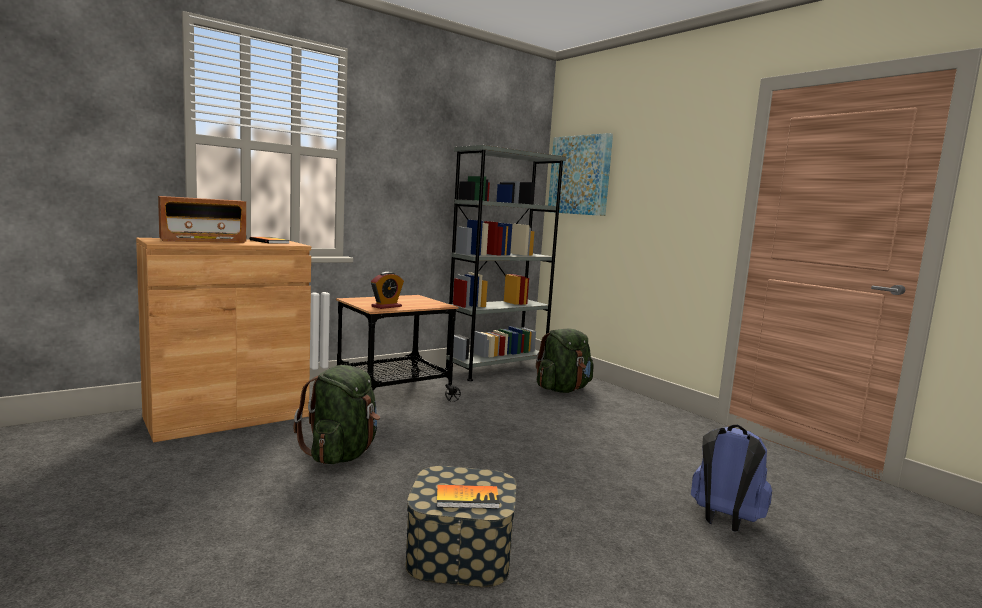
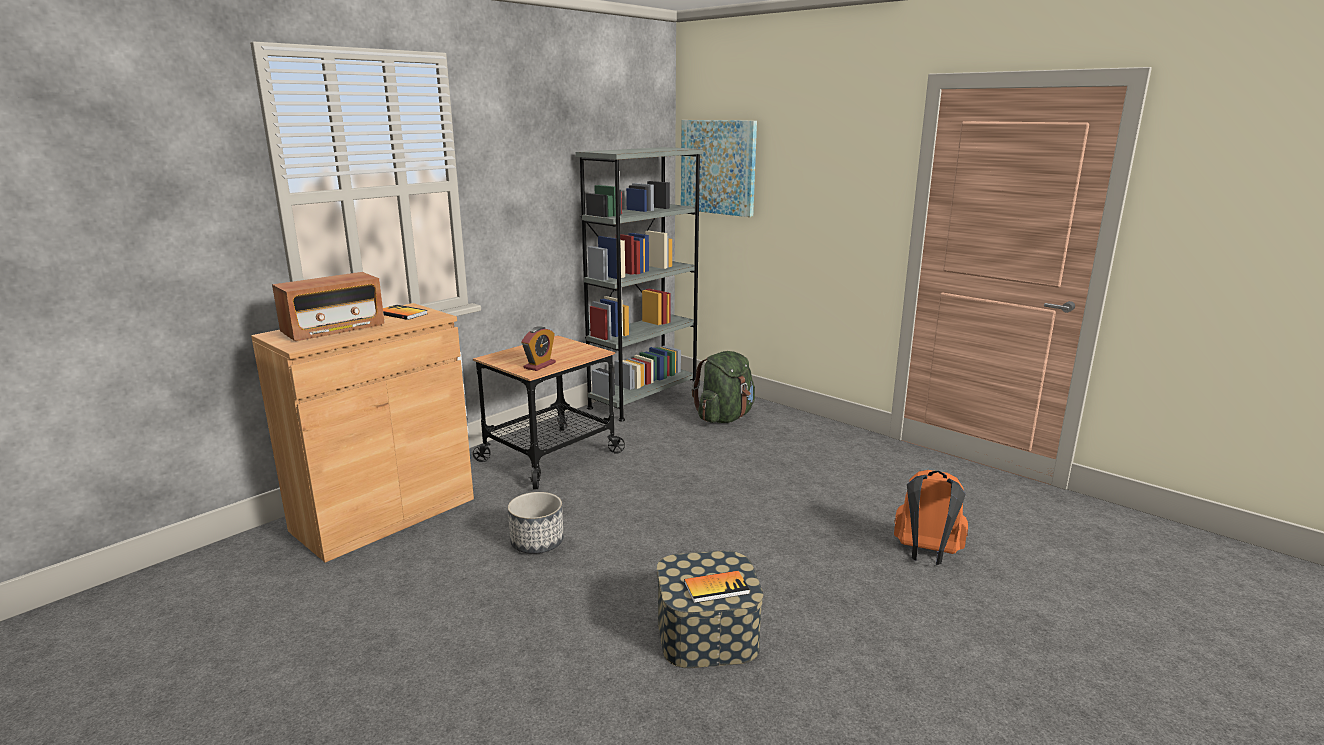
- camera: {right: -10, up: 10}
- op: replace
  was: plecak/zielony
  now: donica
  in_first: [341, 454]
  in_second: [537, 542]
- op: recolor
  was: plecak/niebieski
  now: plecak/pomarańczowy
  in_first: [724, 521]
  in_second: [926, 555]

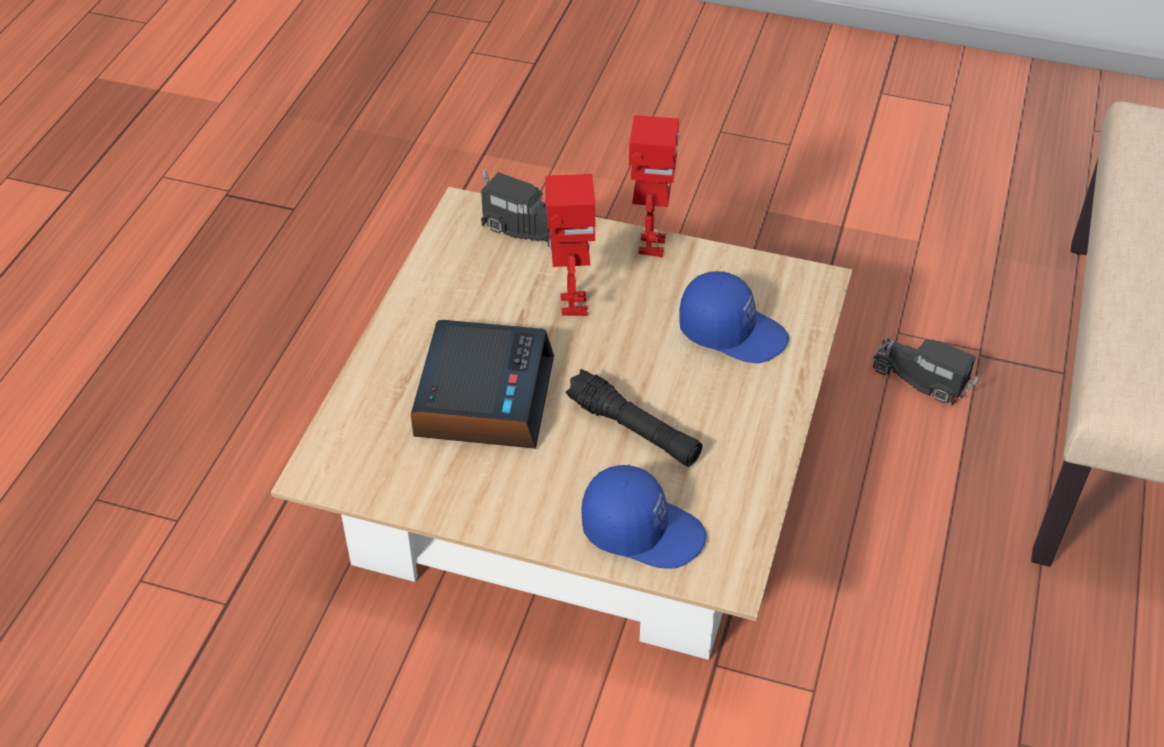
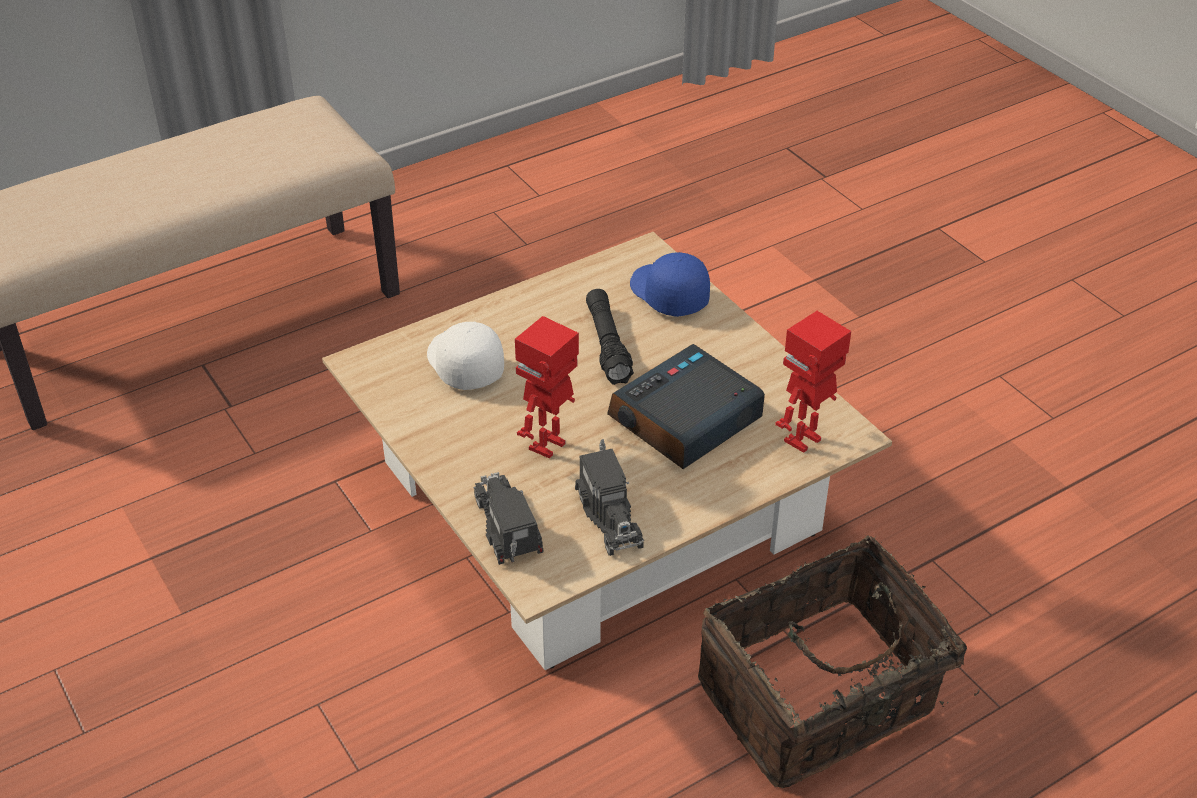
- camera: {right: -140, up: -5}
- op: recolor
  was: czapka z daszkiem/niebieski
  now: czapka z daszkiem/biały
  in_first: [732, 331]
  in_second: [463, 365]
- op: move
  was: ciężarówka zabawkowa
  in_first: [924, 380]
  in_second: [609, 515]
- op: insert
  now: koszyk
  in_second: [820, 701]
- op: move
  was: robot zabawkowy
  in_first: [650, 246]
  in_second: [804, 441]

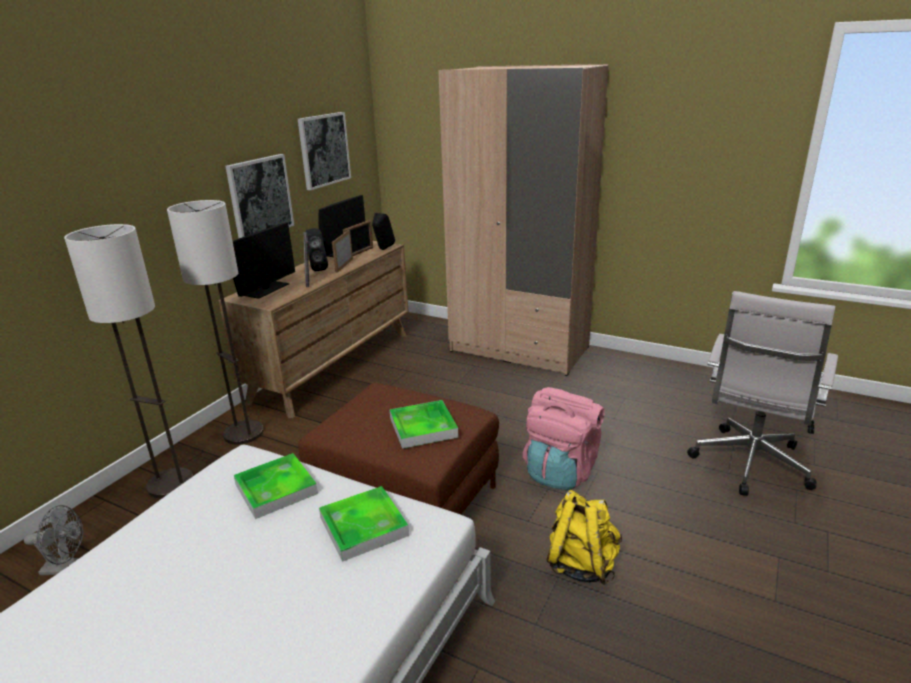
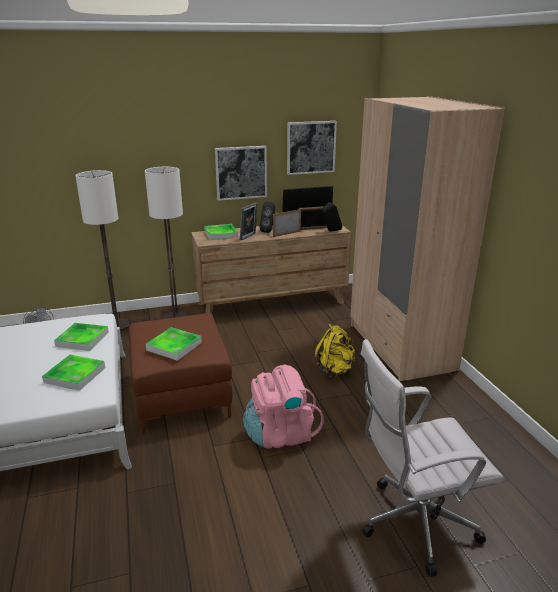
- camera: {right: 45, up: 0}
- op: replace
  was: monitor
  now: taca
  in_first: [266, 289]
  in_second: [221, 234]
- op: move
  was: plecak/żółty
  in_first: [581, 564]
  in_second: [335, 370]

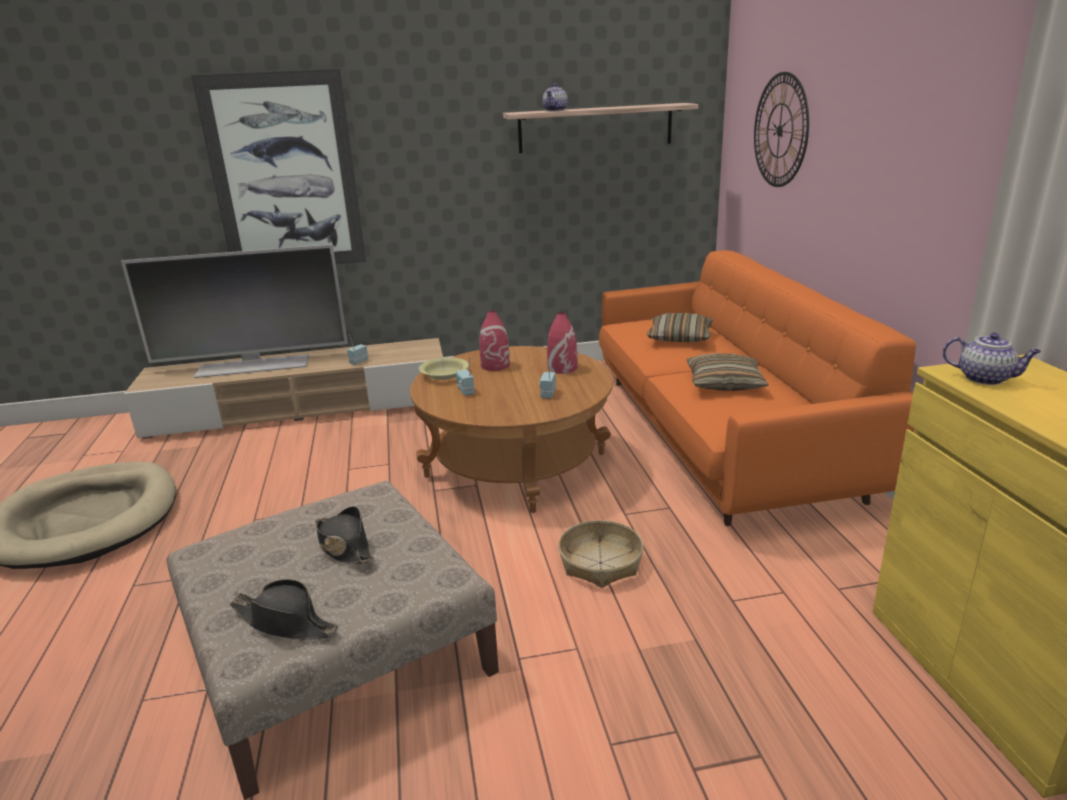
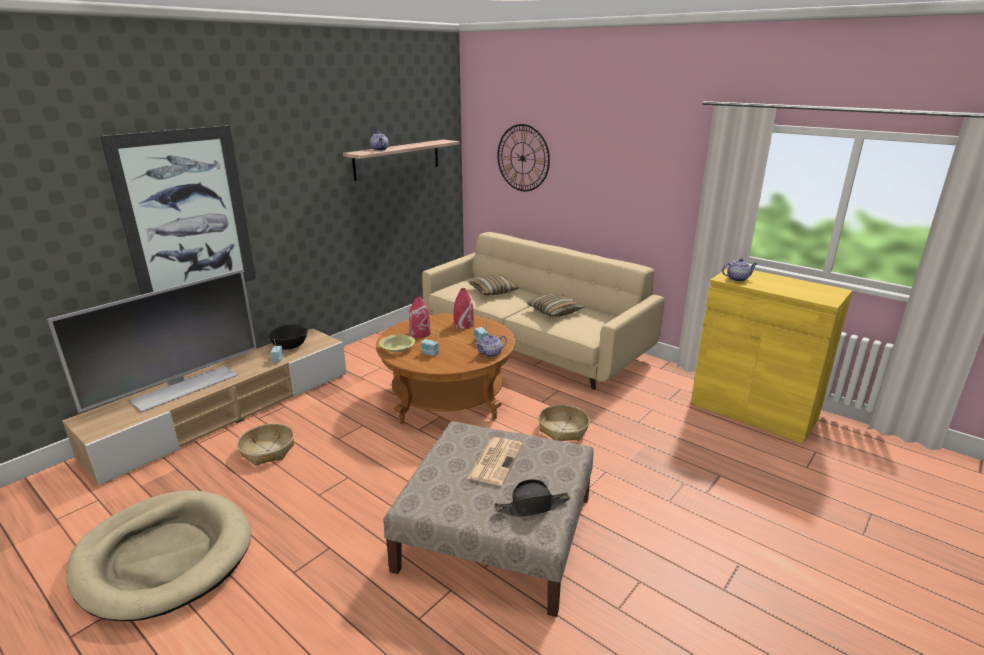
- camera: {right: -40, up: 0}
- op: insert
  now: koszyk
  in_second: [268, 450]
- op: insert
  now: miska/czarny
  in_second: [289, 346]
- op: recolor
  was: kanapa/pomarańczowy
  now: kanapa/beżowy
  in_first: [720, 434]
  in_second: [533, 344]
- op: replace
  was: kapelusz/czarny
  now: gazeta
  in_first: [343, 546]
  in_second: [495, 460]
- op: insert
  now: imbryk
  in_second: [491, 354]

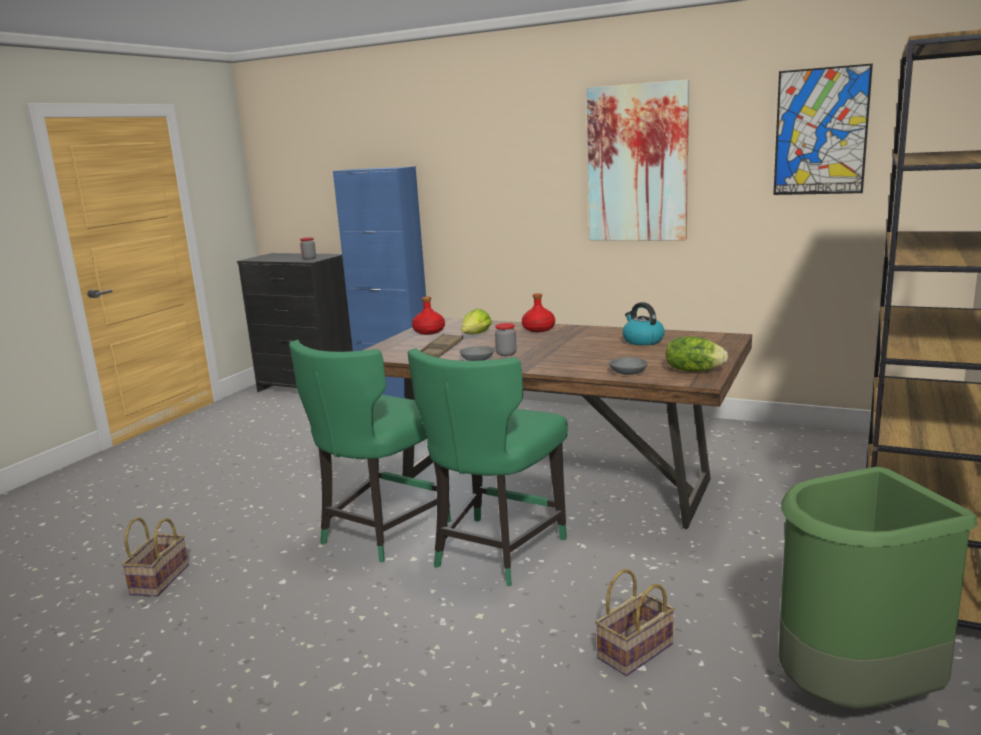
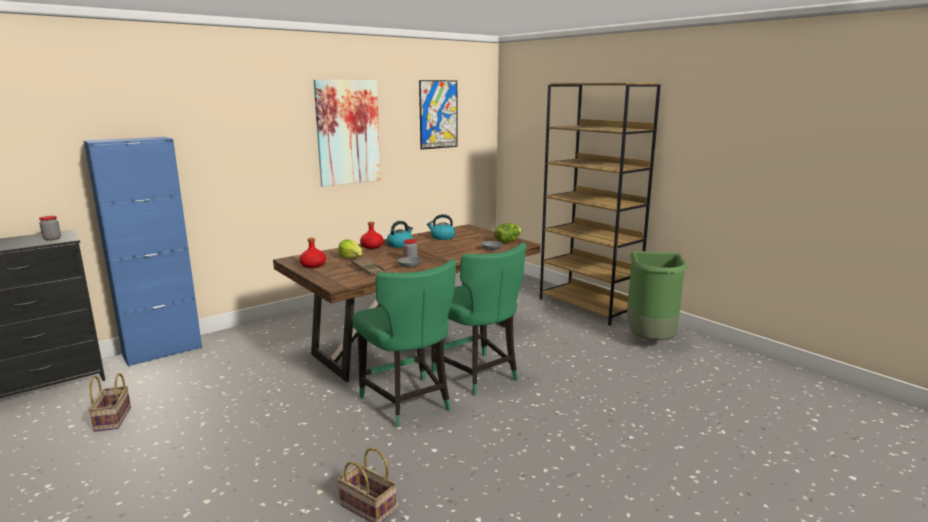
- camera: {right: -65, up: 0}
- op: move
  was: koszyk
  in_first: [635, 653]
  in_second: [113, 419]
- op: insert
  now: czajnik
  in_second: [400, 245]

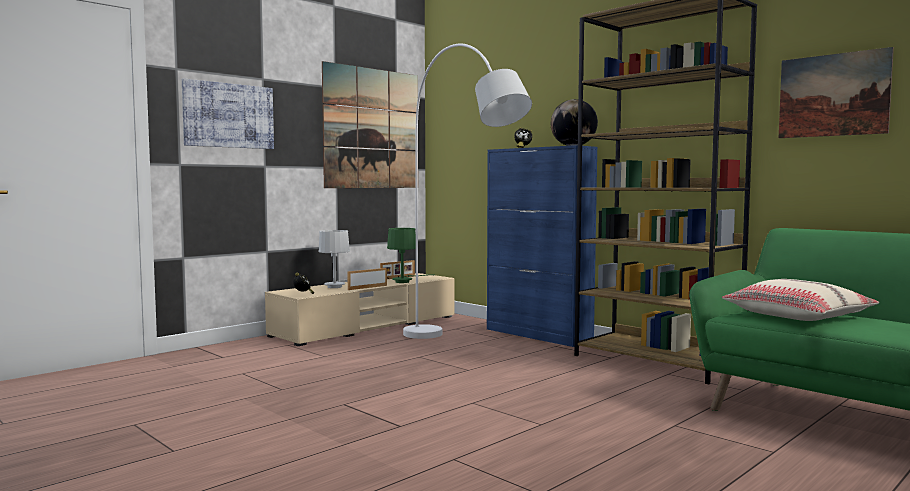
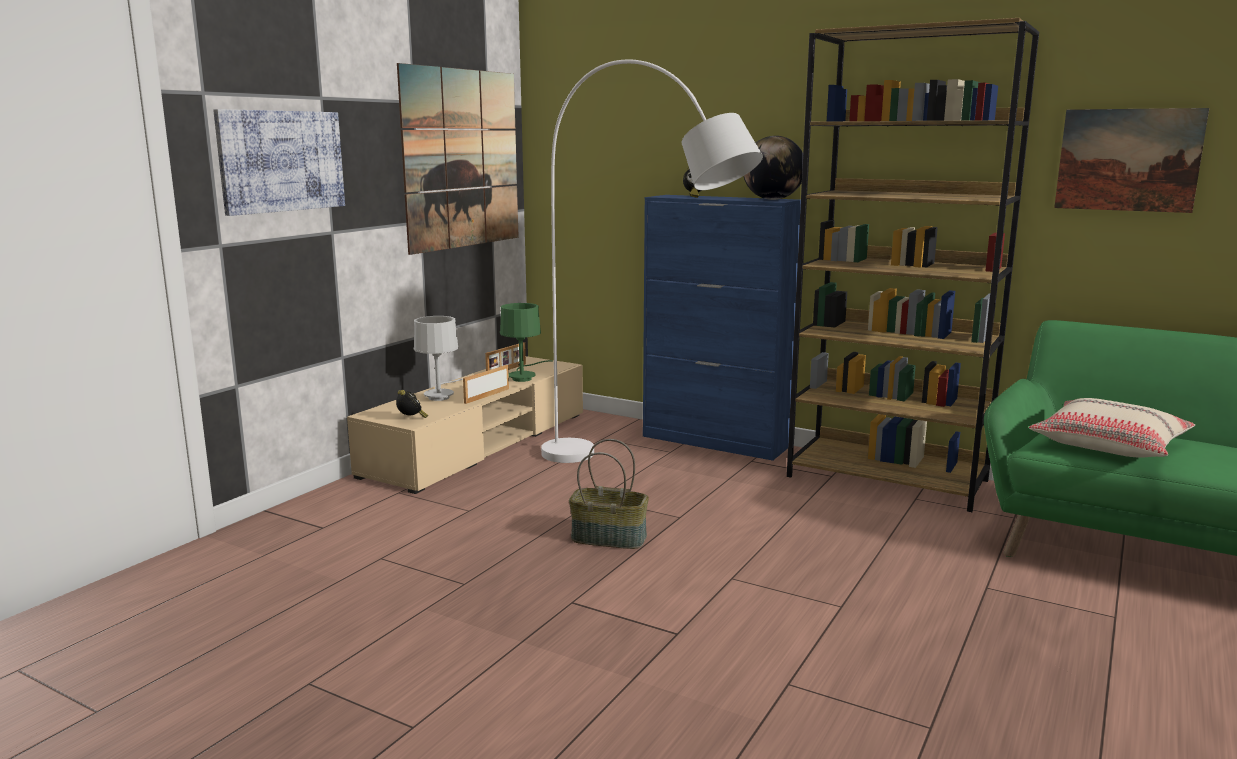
- camera: {right: -15, up: 10}
- op: insert
  now: koszyk
  in_second: [609, 538]

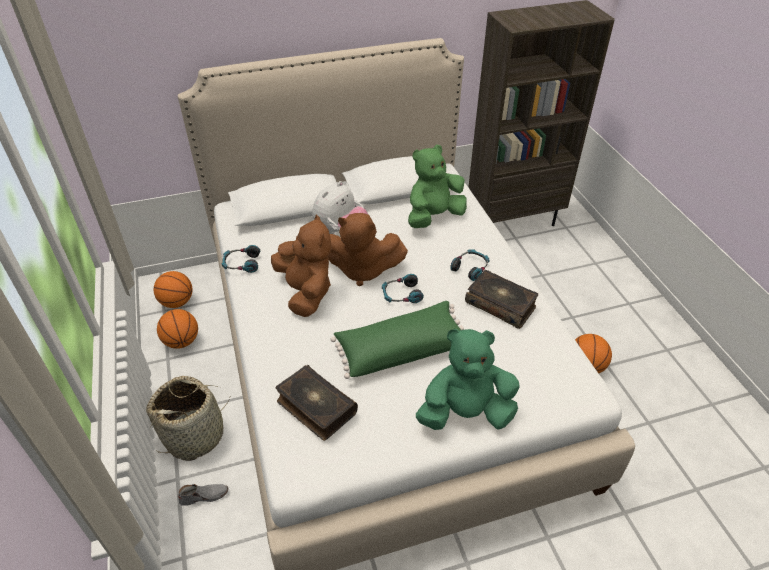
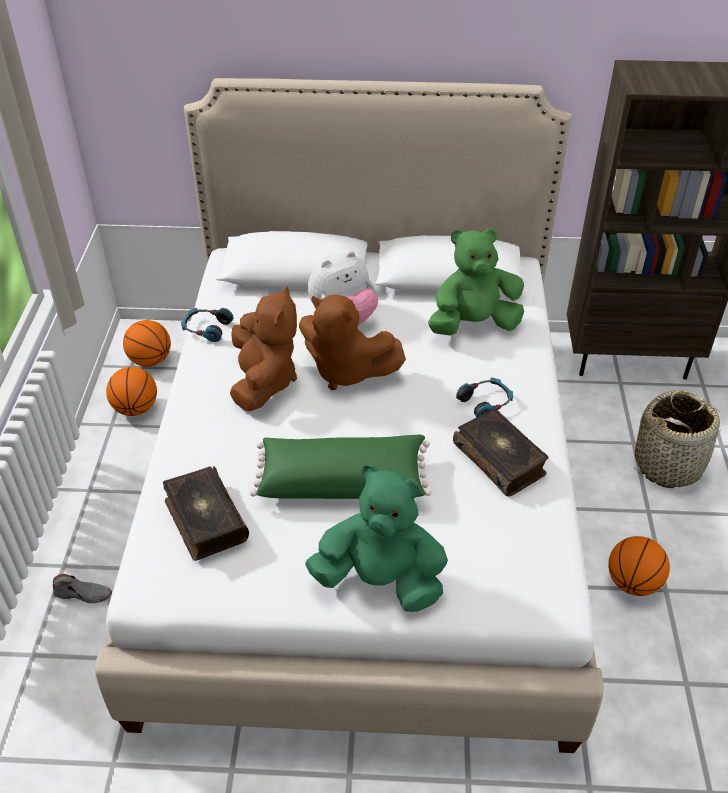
- camera: {right: 20, up: 0}
- op: move
  was: koszyk
  in_first: [195, 435]
  in_second: [668, 464]
- op: delete
  was: słuchawki
  in_first: [401, 295]

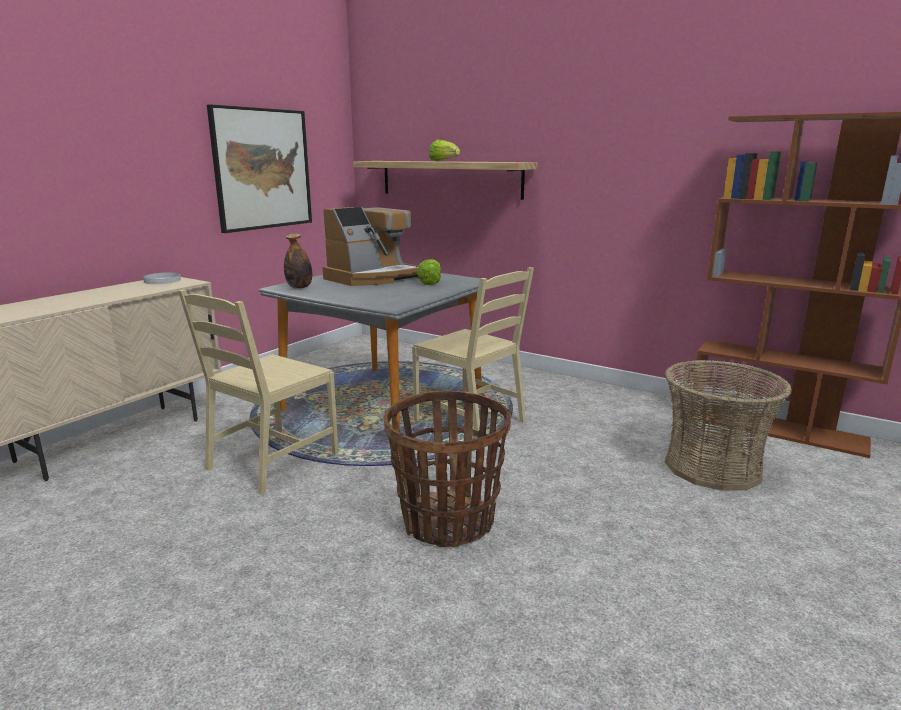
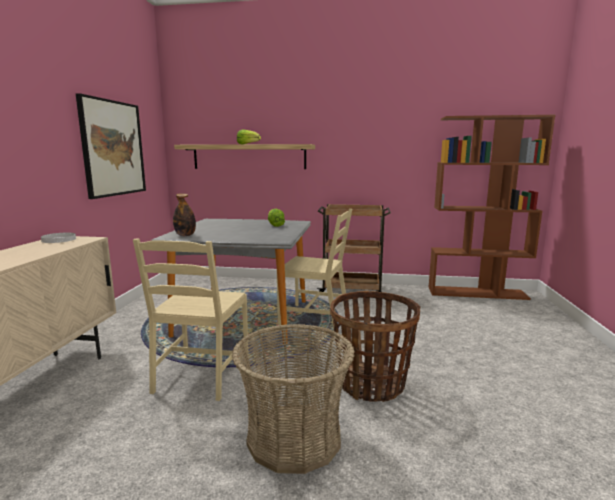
- camera: {right: -25, up: -5}
- op: move
  was: koszyk
  in_first: [713, 467]
  in_second: [294, 438]
- op: insert
  now: wózek/brązowy
  in_second: [352, 289]
- op: delete
  was: ekspres do kawy
  in_first: [373, 278]

